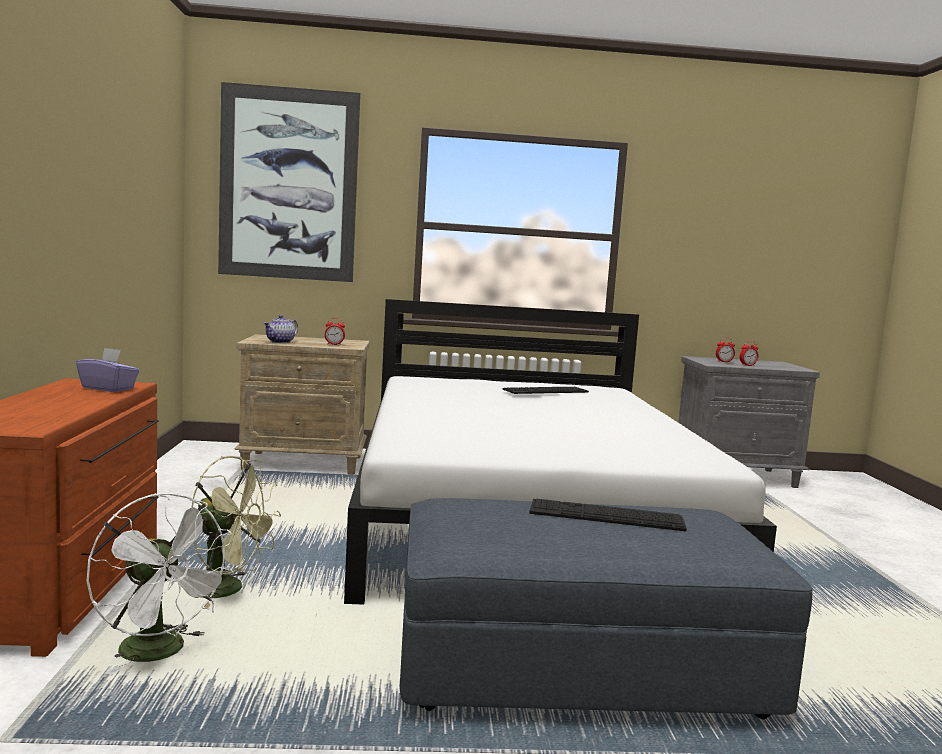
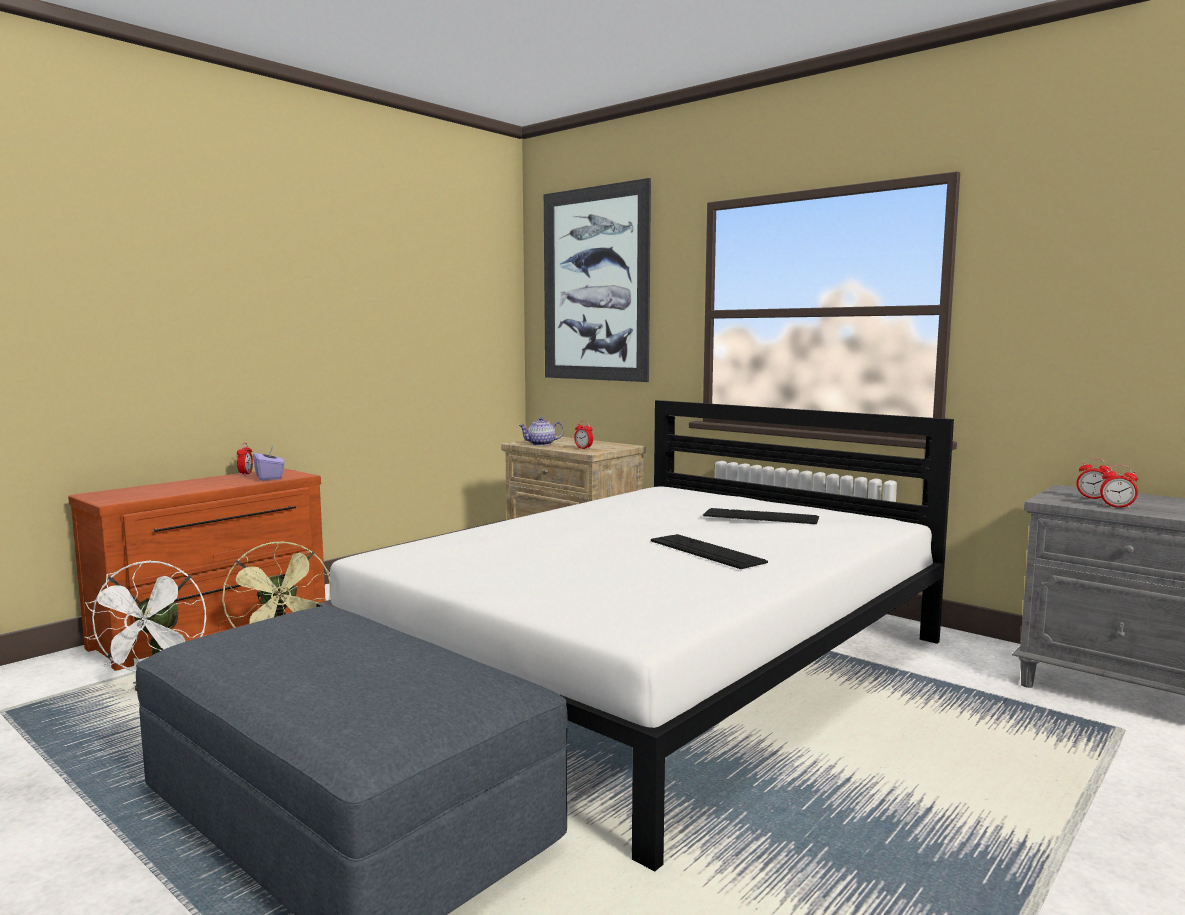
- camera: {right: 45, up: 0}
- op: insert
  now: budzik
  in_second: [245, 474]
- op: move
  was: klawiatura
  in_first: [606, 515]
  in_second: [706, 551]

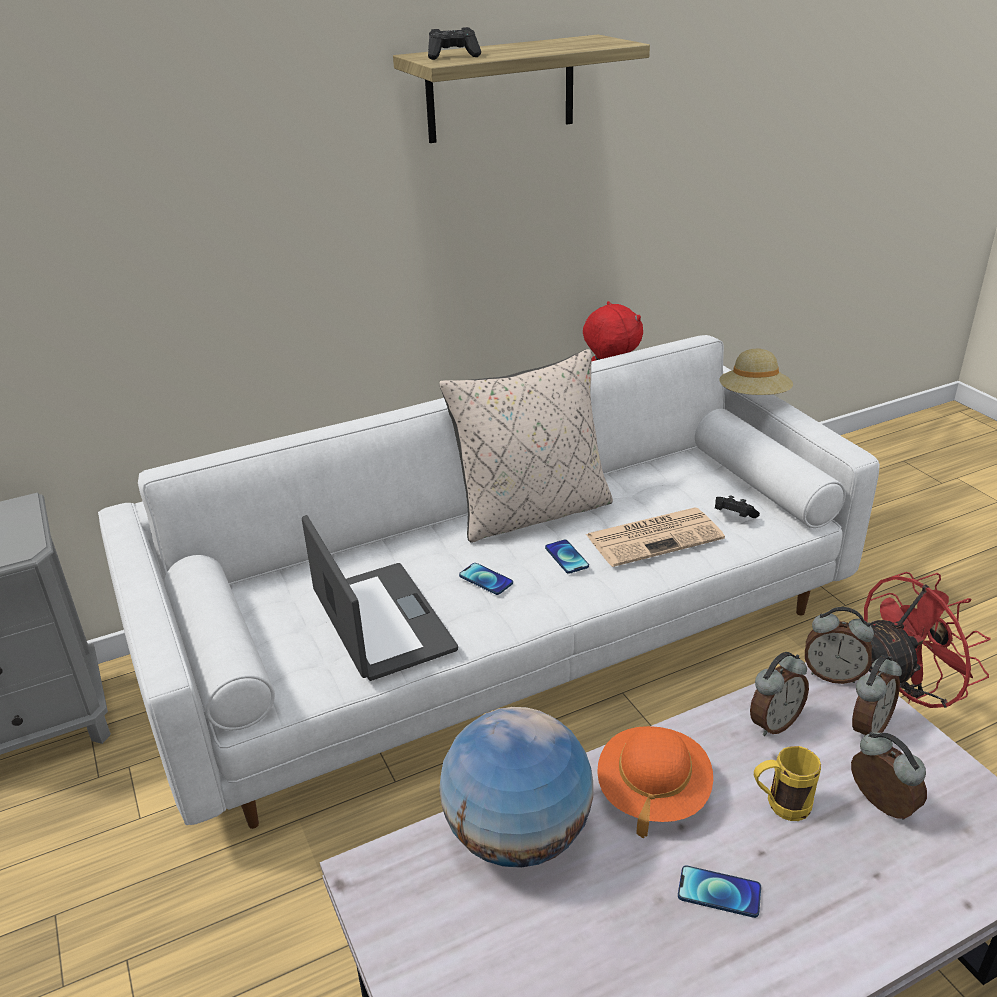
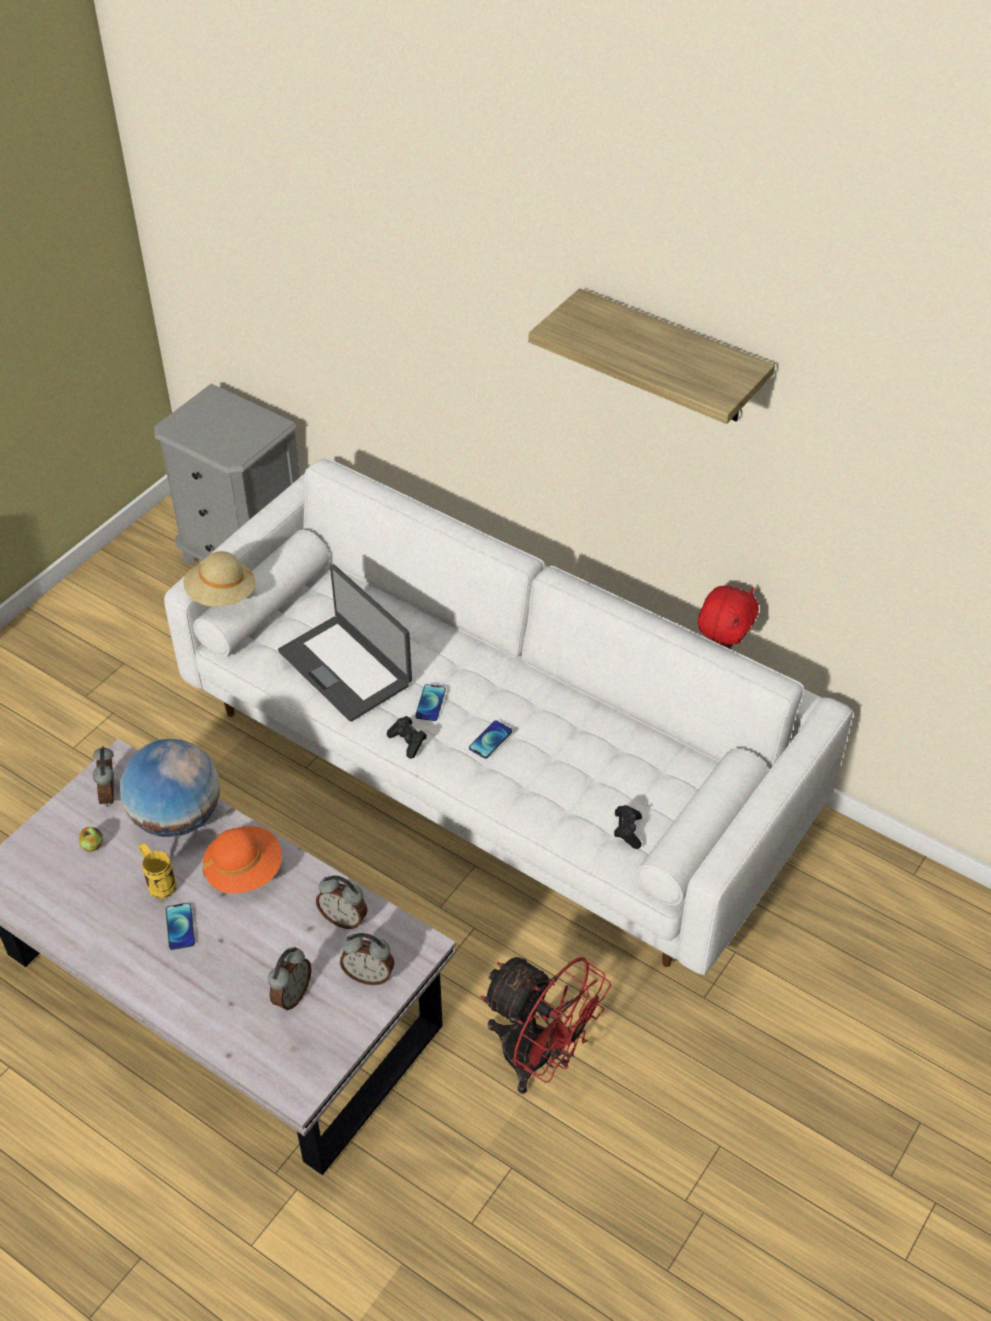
- camera: {right: 60, up: 15}
- op: insert
  now: jabłko
  in_second: [92, 845]
- op: move
  was: budzik
  in_first: [833, 675]
  in_second: [111, 794]
- op: move
  was: kubek/żółty
  in_first: [779, 806]
  in_second: [158, 882]
- op: move
  was: kapelusz/beżowy
  in_first: [754, 398]
  in_second: [221, 595]
- op: rotate
  was: laptop
  in_first: [380, 622]
  in_second: [346, 667]
  clockwise: 105
- op: move
  was: pad do gier/czarny
  in_first: [453, 56]
  in_second: [408, 742]
- op: delete
  was: poduszka/beżowy
  in_first: [532, 512]
- op: delete
  was: gazeta
  in_first: [655, 537]

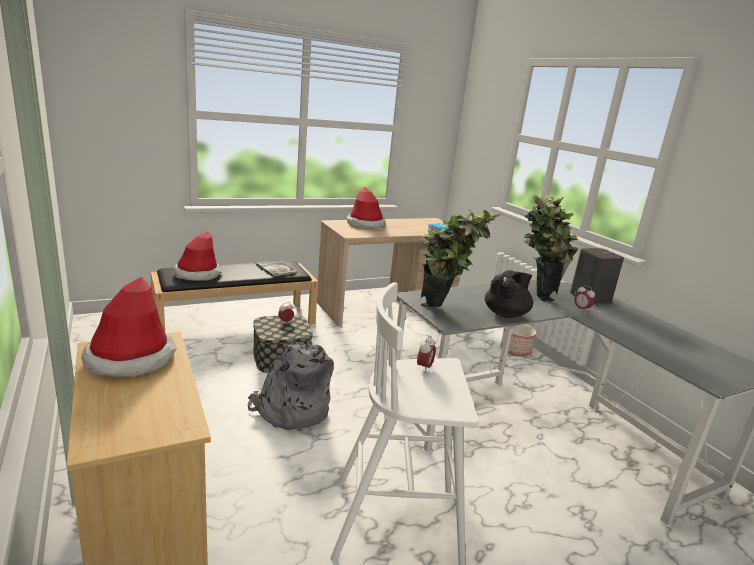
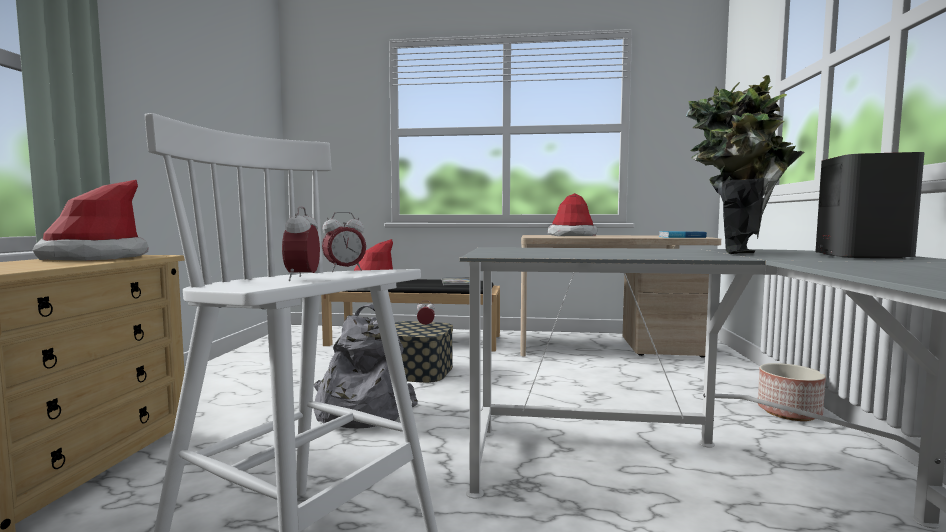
- camera: {right: 35, up: -15}
- op: move
  was: budzik
  in_first: [581, 309]
  in_second: [303, 278]
- op: delete
  was: roślina doniczkowa
  in_first: [445, 313]
- op: delete
  was: imbryk/czarny
  in_first: [506, 314]

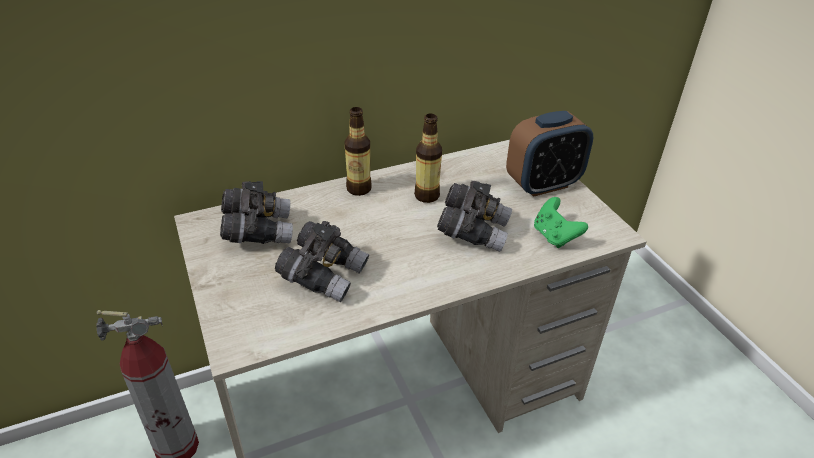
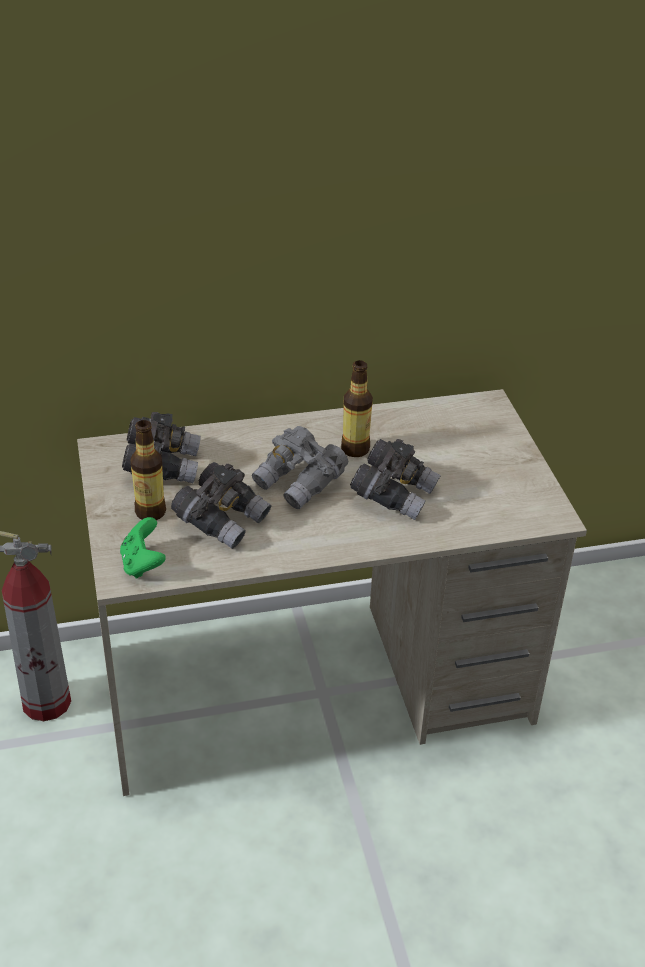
- camera: {right: 10, up: 0}
- op: move
  was: pad do gier/zielony
  in_first: [554, 236]
  in_second: [142, 564]
- op: move
  was: butelka
  in_first: [359, 189]
  in_second: [150, 512]
- op: insert
  now: lornetka/szary
  in_second: [300, 483]
- op: delete
  was: budzik
  in_first: [543, 184]

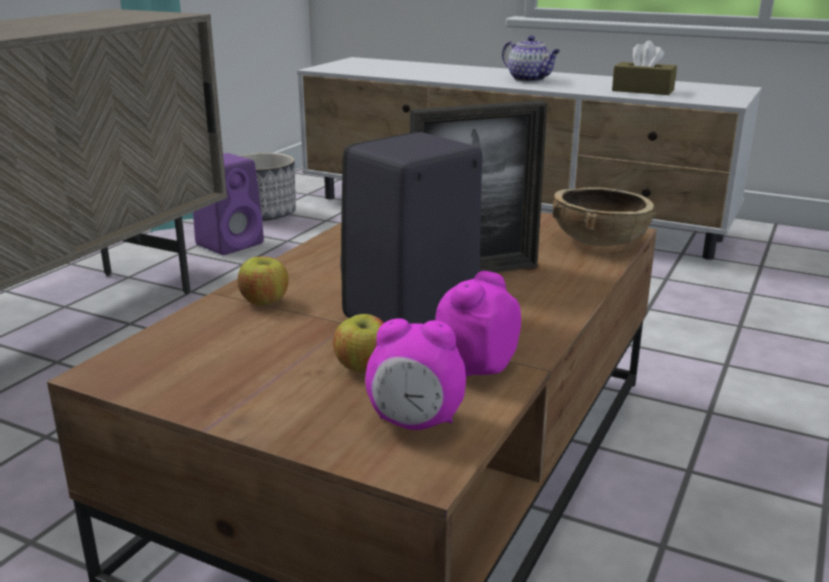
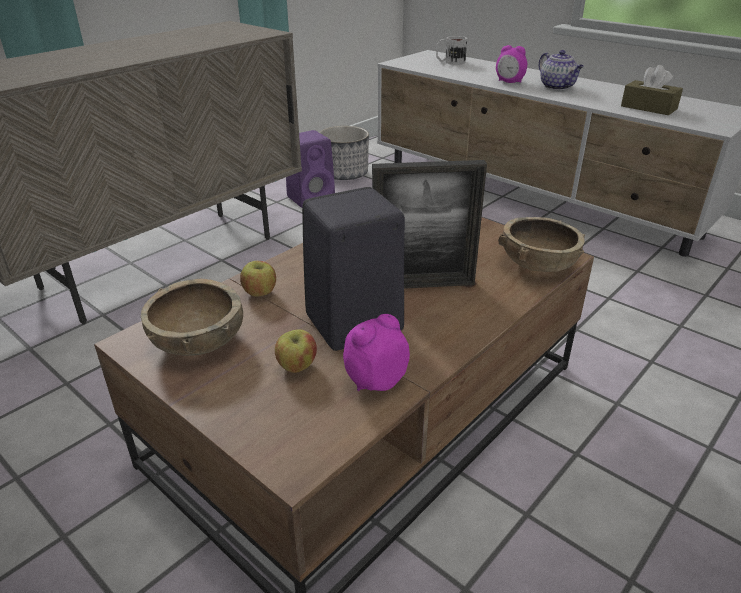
- camera: {right: 15, up: 10}
- op: insert
  now: miska/brązowy
  in_second: [197, 340]
- op: insert
  now: kubek
  in_second: [450, 62]
- op: move
  was: budzik
  in_first: [415, 423]
  in_second: [509, 82]

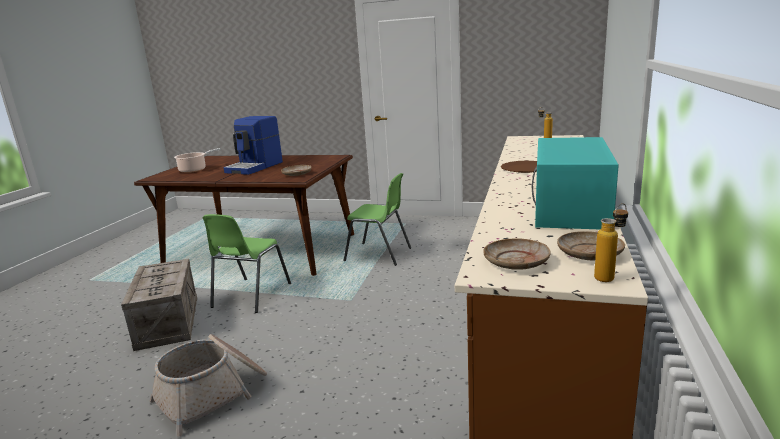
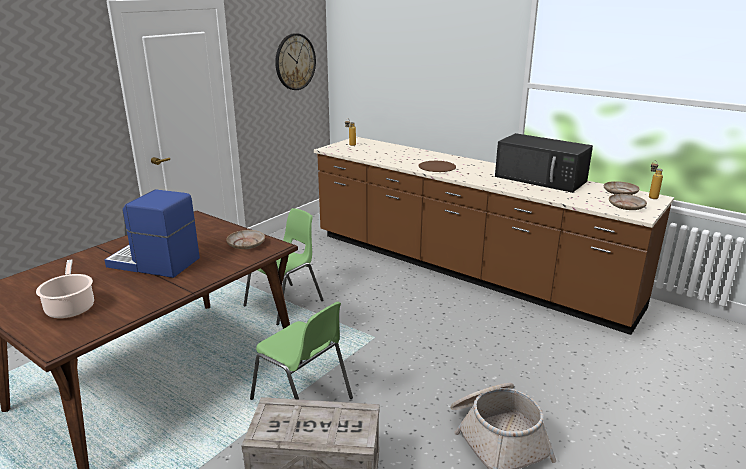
- camera: {right: -70, up: 5}
- op: rotate
  was: ekspres do kawy
  in_first: [255, 167]
  in_second: [154, 263]
  clockwise: 150
- op: insert
  now: zegar ścienny
  in_second: [295, 62]
- op: recolor
  was: mikrofalówka/turkusowy
  now: mikrofalówka/czarny
  in_first: [570, 207]
  in_second: [541, 179]

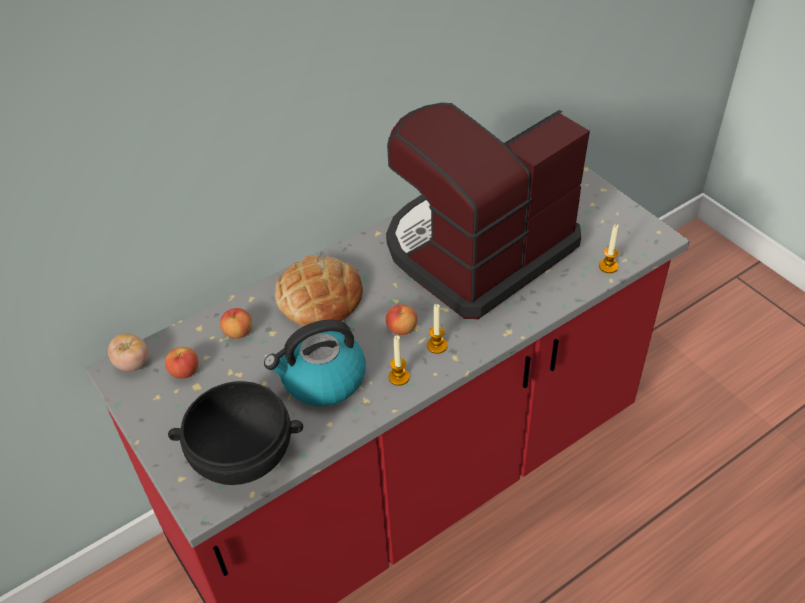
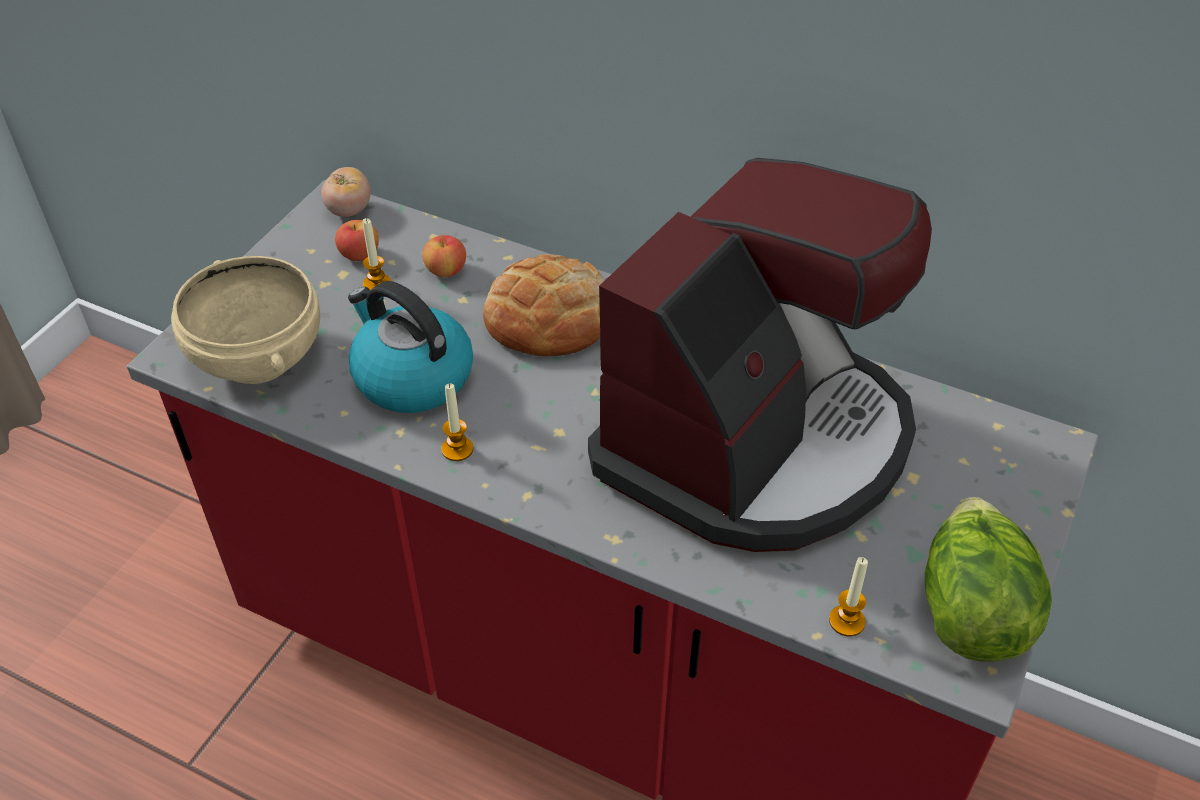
- camera: {right: 60, up: 0}
- op: recolor
  was: miska/czarny
  now: miska/beżowy
  in_first: [242, 458]
  in_second: [256, 357]
- op: move
  was: świeca
  in_first: [437, 345]
  in_second: [377, 284]
- op: rotate
  was: ekspres do kawy
  in_first: [477, 251]
  in_second: [757, 442]
  clockwise: 105
- op: insert
  now: sałata
  in_second: [970, 611]
- op: delete
  was: jabłko
  in_first: [401, 328]

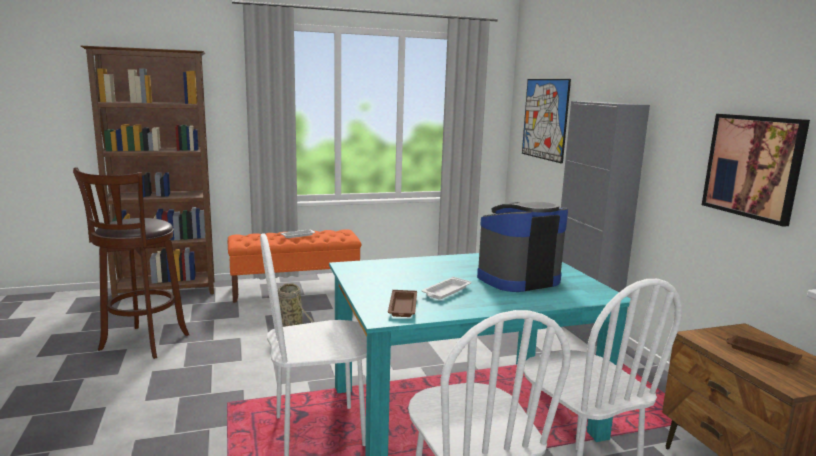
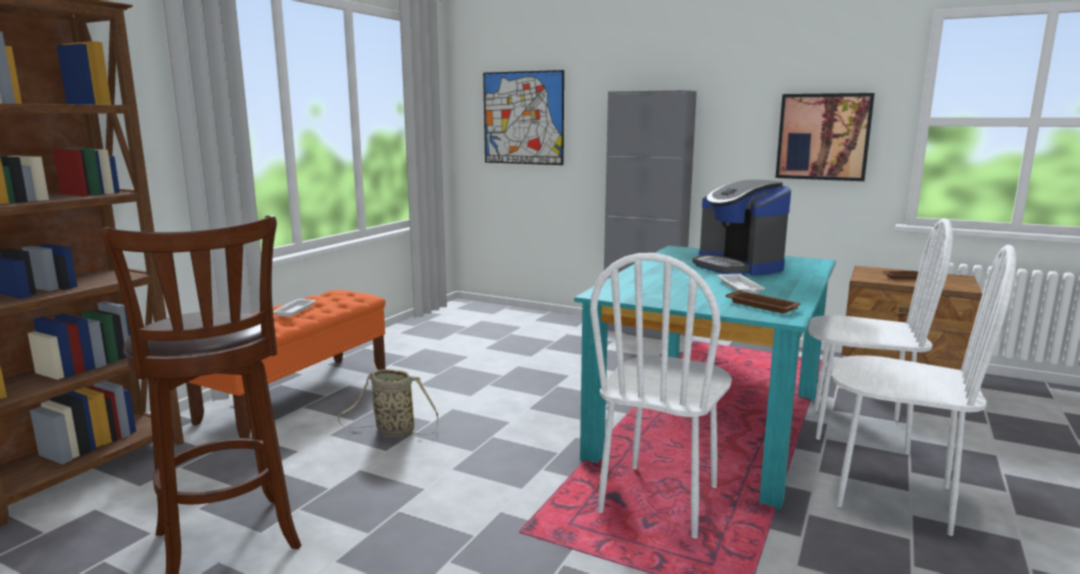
- camera: {right: -45, up: 0}
- op: rotate
  was: ekspres do kawy
  in_first: [517, 278]
  in_second: [738, 266]
  clockwise: -45

